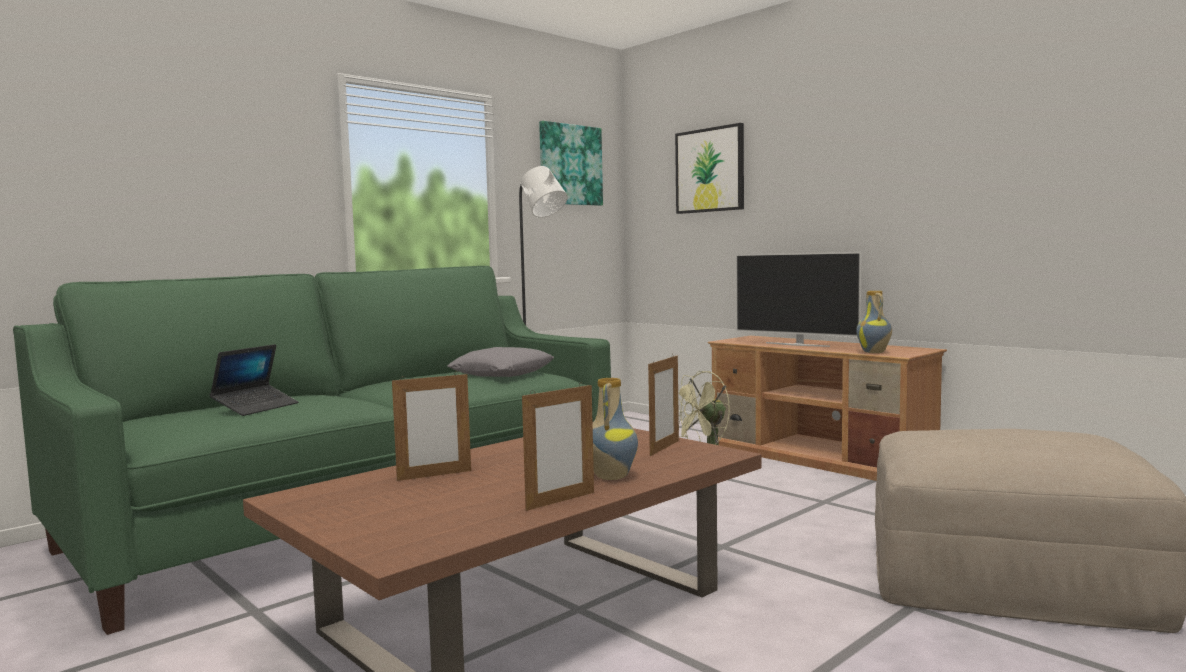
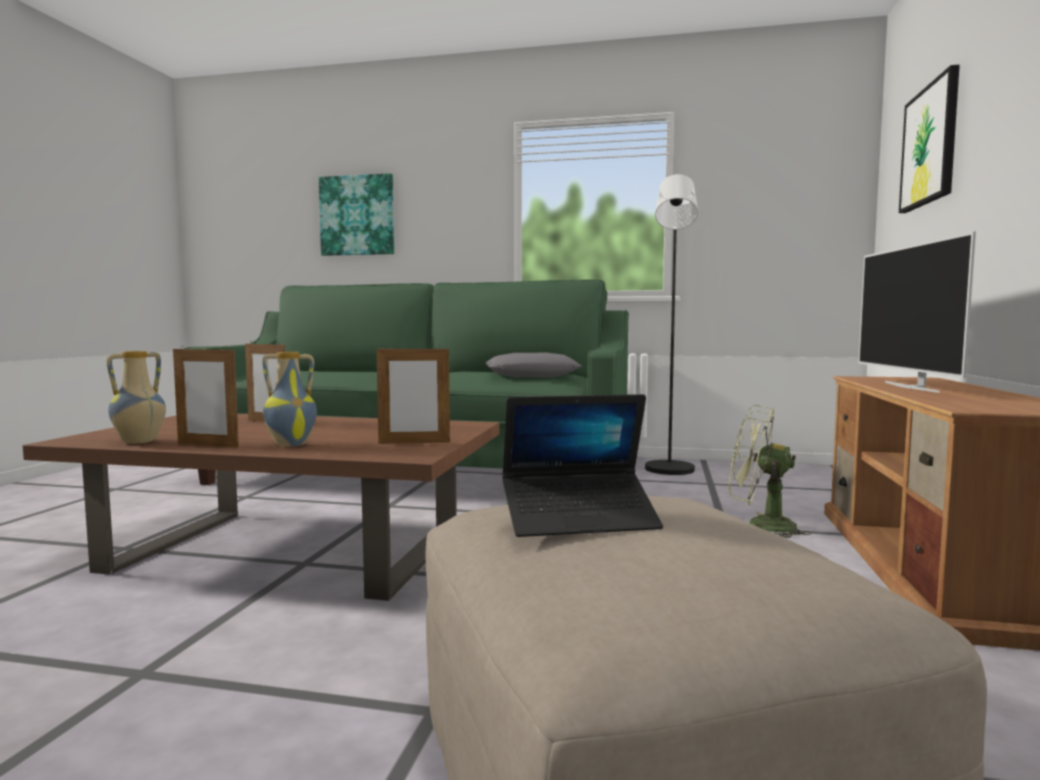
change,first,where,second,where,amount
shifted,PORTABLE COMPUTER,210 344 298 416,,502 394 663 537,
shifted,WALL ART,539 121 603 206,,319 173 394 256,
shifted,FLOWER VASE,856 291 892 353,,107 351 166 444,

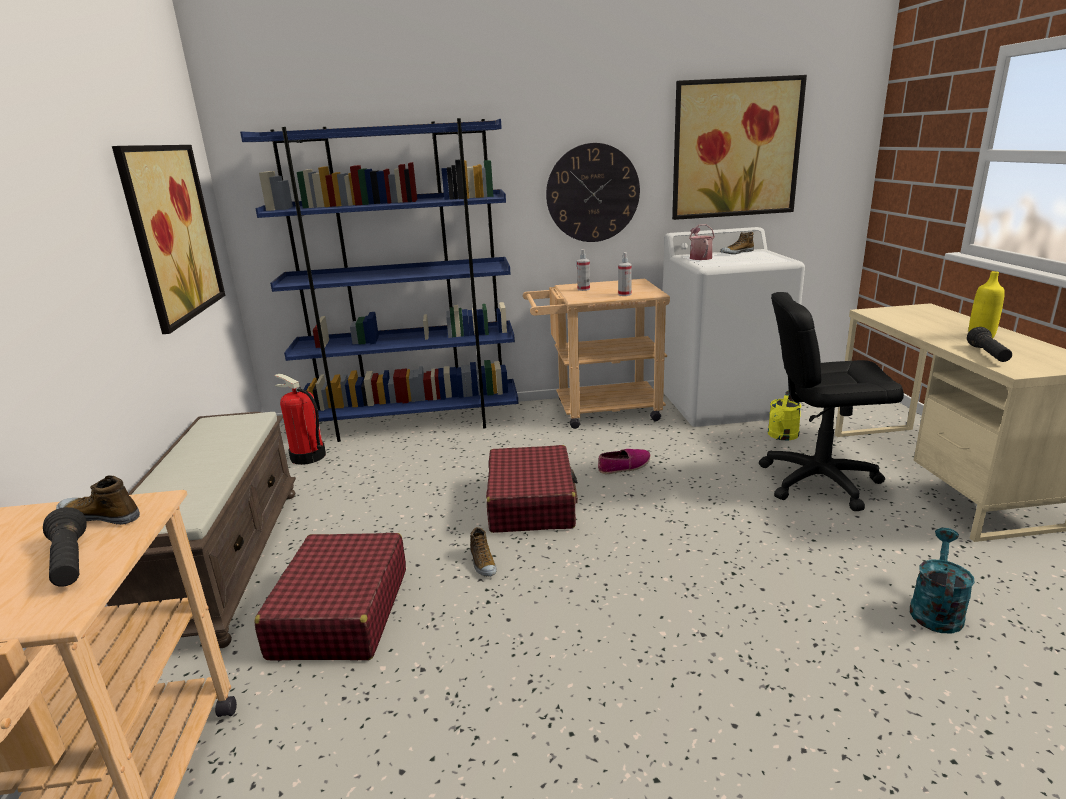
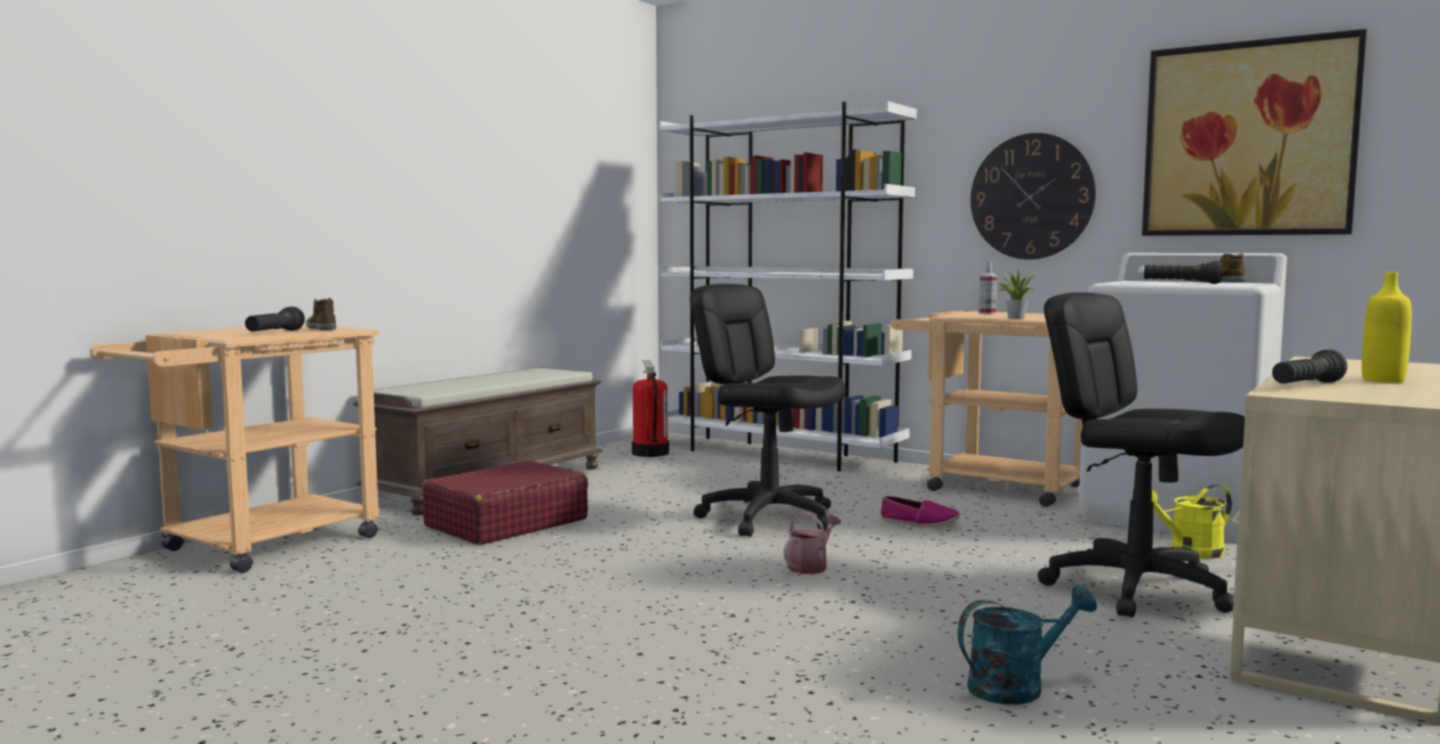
change,first,where,second,where,amount
gone,WALL ART,112 145 225 334,,,
repainted,BLUE BOOKCASE,240 118 518 442,WHITE-COLOURED BOOKCASE,659 101 917 471,
gone,LOW SHOE,470 527 497 576,,,
swapped,RED SUITCASE,486 445 578 533,BLACK-COLOURED OFFICE CHAIR,690 284 846 537,
swapped,SPRAYER,618 252 632 296,POTTED PLANT,995 270 1041 319,
shifted,WATERING POT,689 224 715 260,,783 512 841 574,
new,,,BLACK-COLOURED TORCH,1144 261 1222 284,

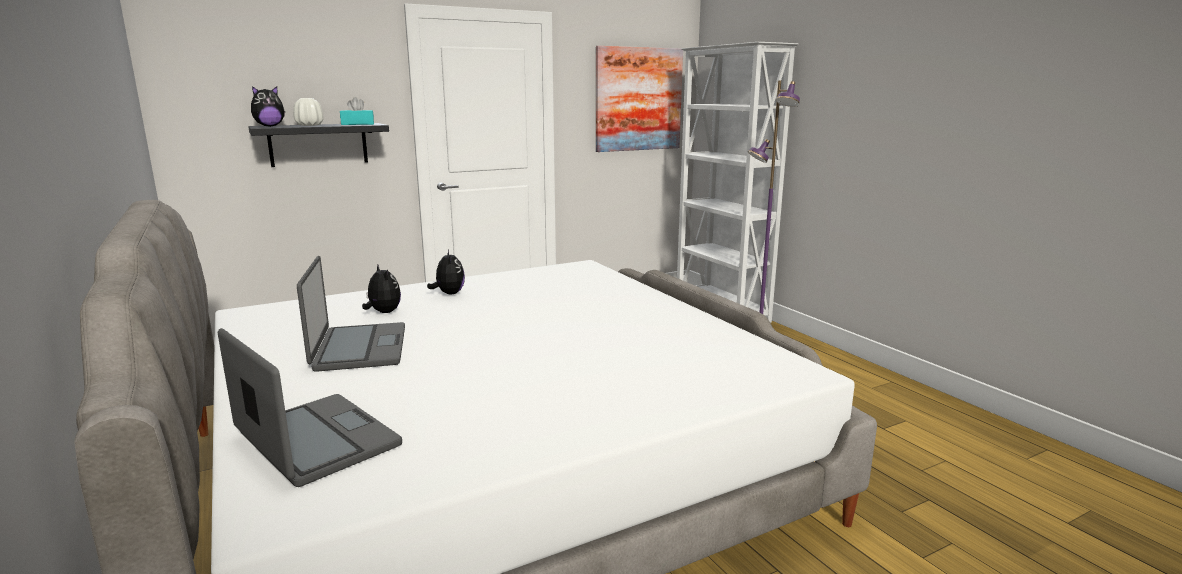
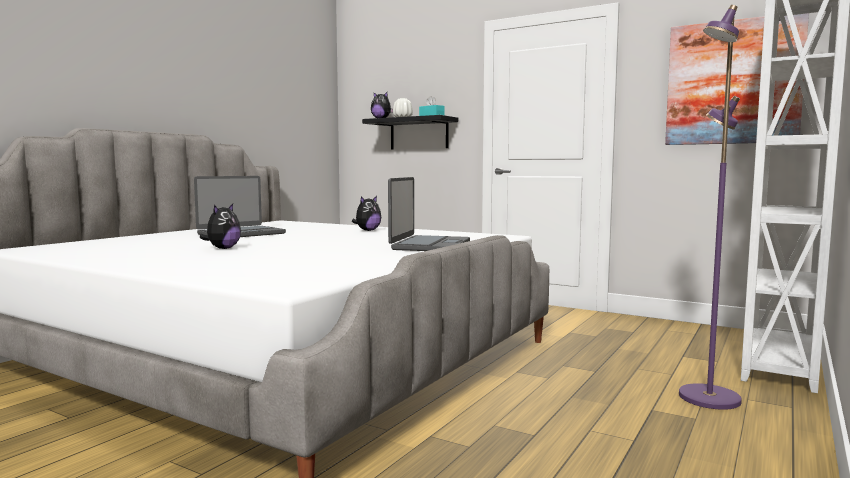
change,first,where,second,where,amount
shifted,PORTABLE COMPUTER,218 328 402 487,,388 177 470 251,
shifted,PLUSH TOY,362 265 401 313,,199 204 241 249,

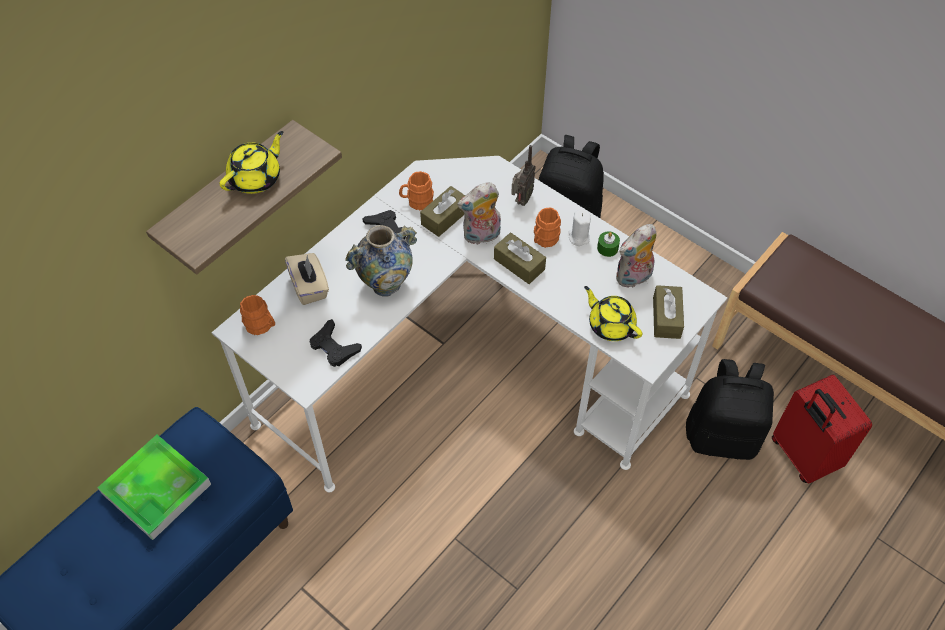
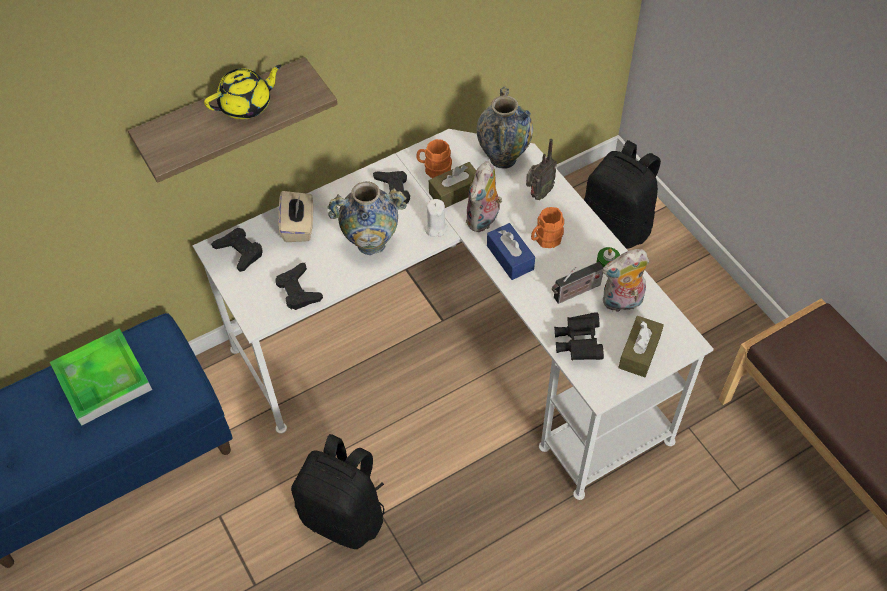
change,first,where,second,where,amount
swapped,ORANGE MUG,240 295 275 335,BLACK-COLOURED JOYPAD,211 228 263 272,
rotated,PLUSH TOY,457 182 501 245,,466 161 502 232,60 degrees counterclockwise
repainted,BROWNISH TISSUE HOLDER,494 233 546 284,BLUE TISSUE HOLDER,487 223 535 280,
shifted,WHITE-COLOURED WAX LIGHT,568 209 591 246,,425 199 447 237,
swapped,YELLOW POT FOR TEA,584 286 642 341,BLACK-COLOURED PAIR OF BINOCULARS,554 312 604 360,
shifted,BLACK-COLOURED BACKPACK,686 359 774 460,,291 434 384 549,
gone,RED SUITCASE,772 374 872 483,,,
new,,,FLOWER VASE,477 86 533 169,
new,,,RADIO RECEIVER,552 262 604 304,

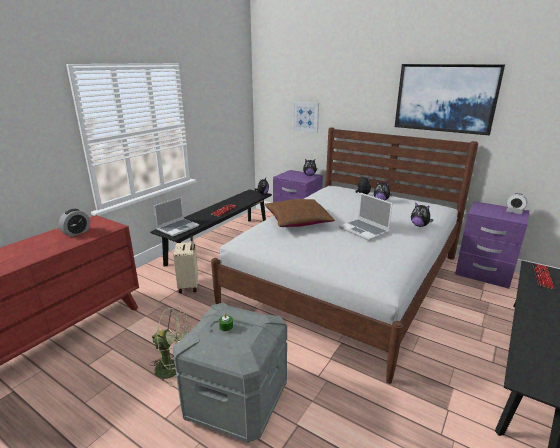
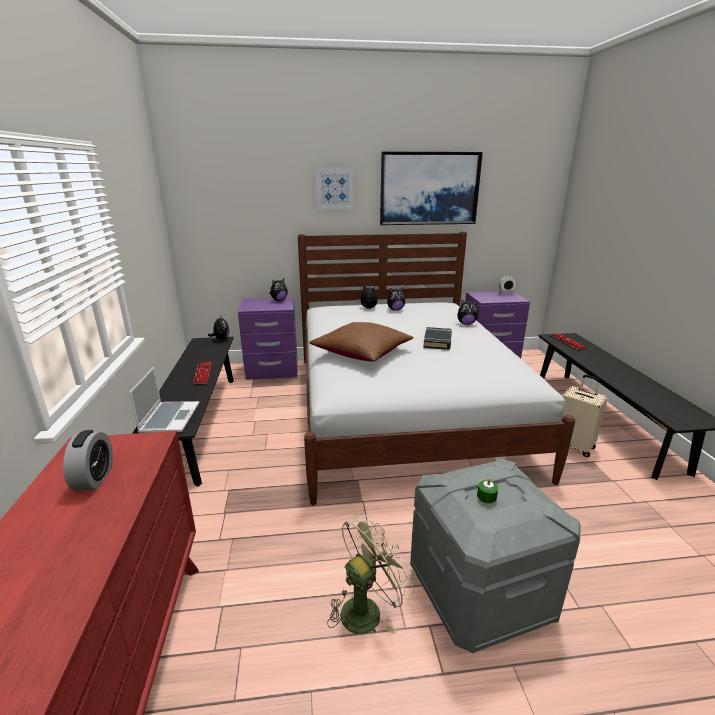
change,first,where,second,where,amount
shifted,BEIGE SUITCASE,173 234 198 293,,561 375 608 457,
shifted,WALL ART,293 102 319 133,,315 168 354 209,
swapped,PORTABLE COMPUTER,339 193 393 241,BLACK-COLOURED VOLUME,423 327 452 350,

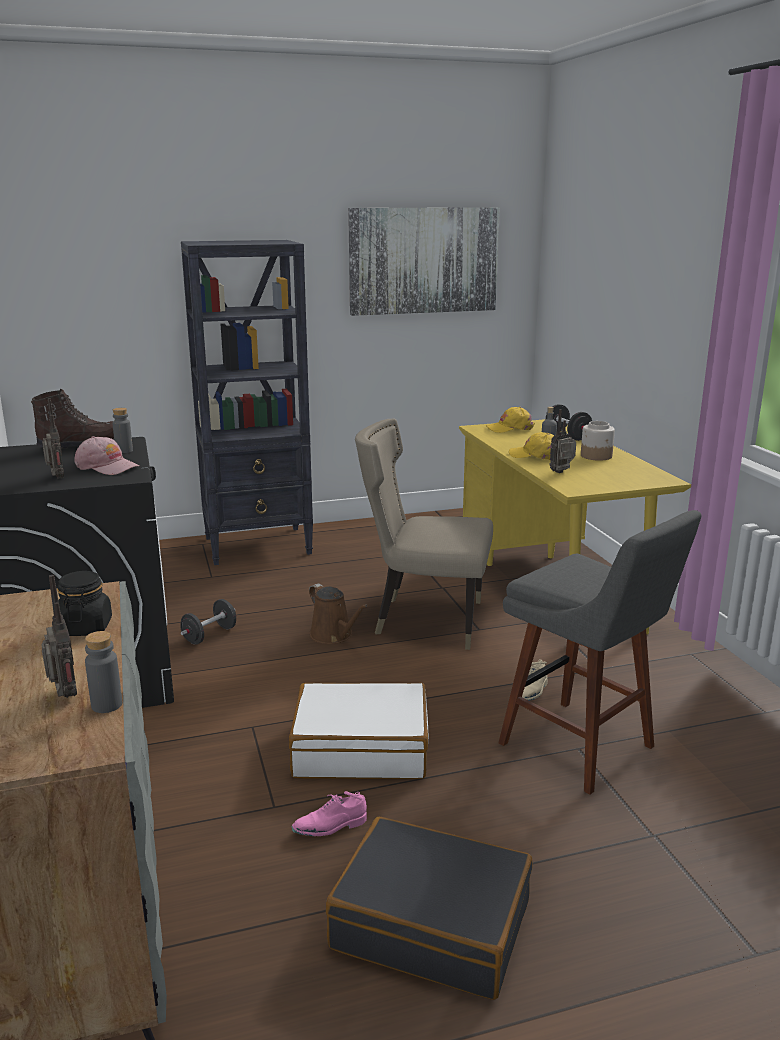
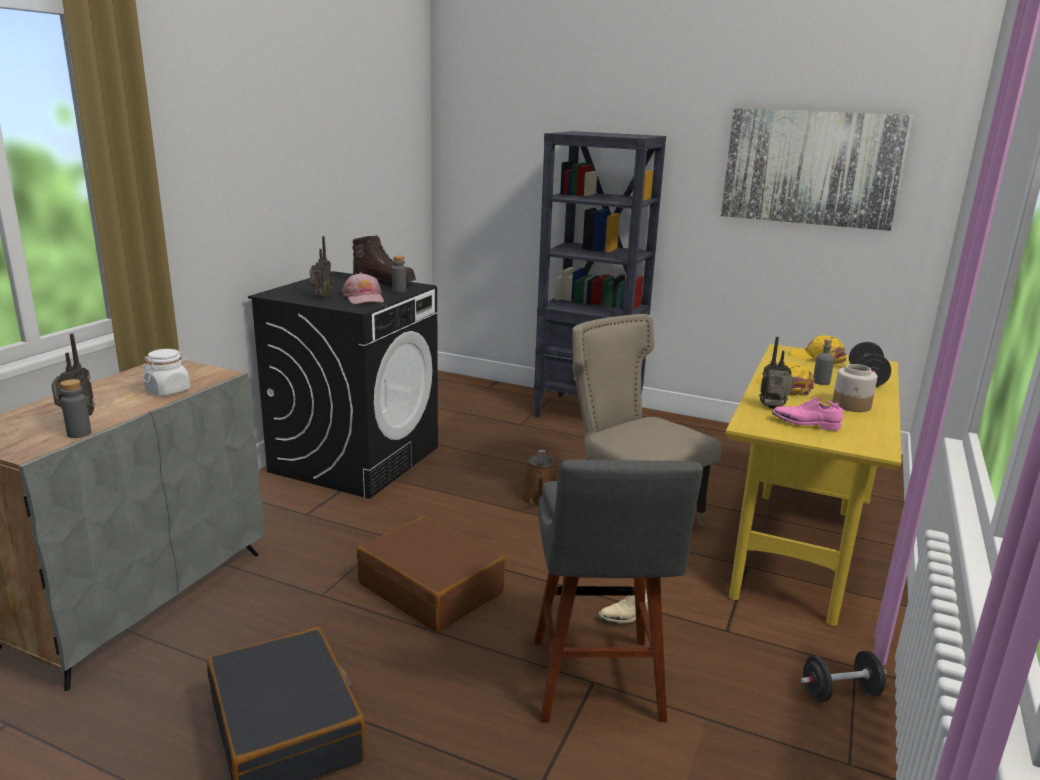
change,first,where,second,where,amount
repainted,BLACK-COLOURED JAR,57 571 112 636,WHITE-COLOURED JAR,143 349 190 396,
shifted,BLACK-COLOURED FREE WEIGHT,180 599 236 645,,801 651 887 702,
repainted,WHITE-COLOURED SUITCASE,289 683 428 779,BROWNISH SUITCASE,357 516 506 632,
shifted,PINK-COLOURED LOW SHOE,292 791 367 836,,772 397 843 431,

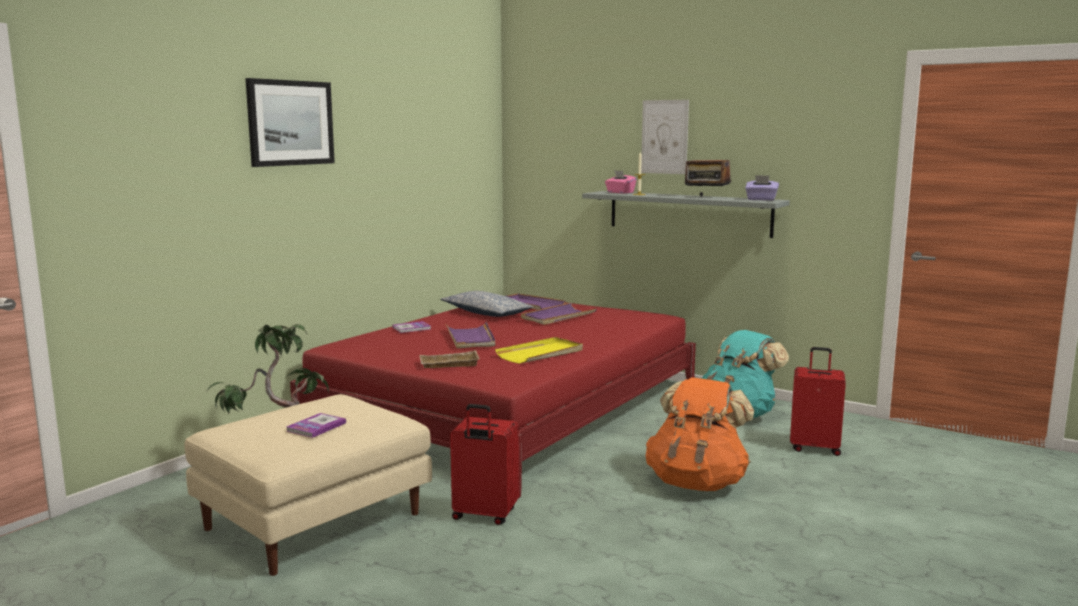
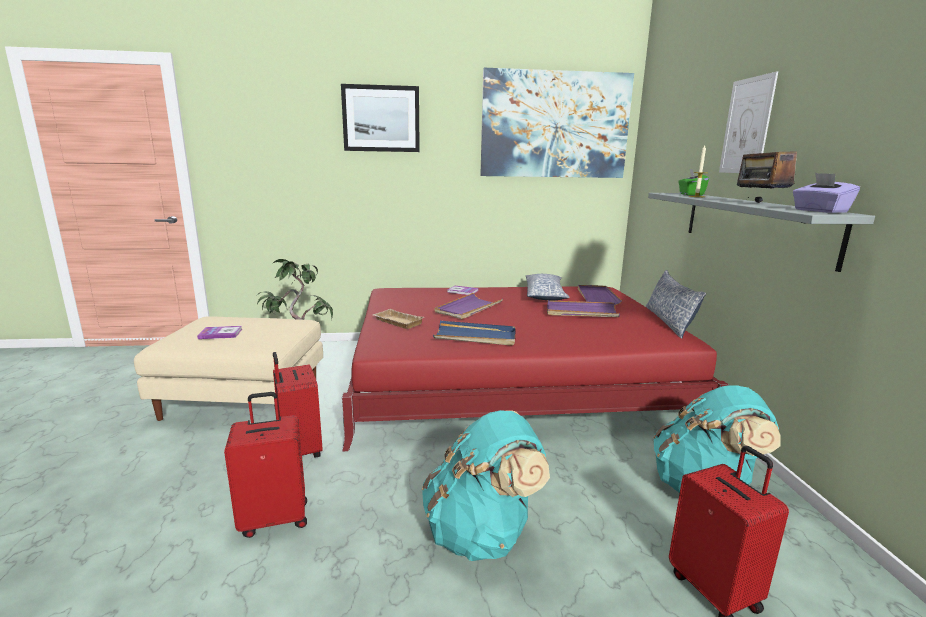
change,first,where,second,where,amount
repainted,YELLOW TRAY,495 337 583 364,BLUE TRAY,433 321 515 346,
repainted,PINK-COLOURED TISSUE HOLDER,605 170 637 193,GREEN TISSUE HOLDER,678 169 709 195,
repainted,ORANGE BACKPACK,646 377 754 491,TURQUOISE-COLOURED BACKPACK,422 410 550 561,
new,,,RED SUITCASE,224 392 307 538,
new,,,WALL ART,480 68 634 178,
new,,,CUSHION,645 270 706 338,

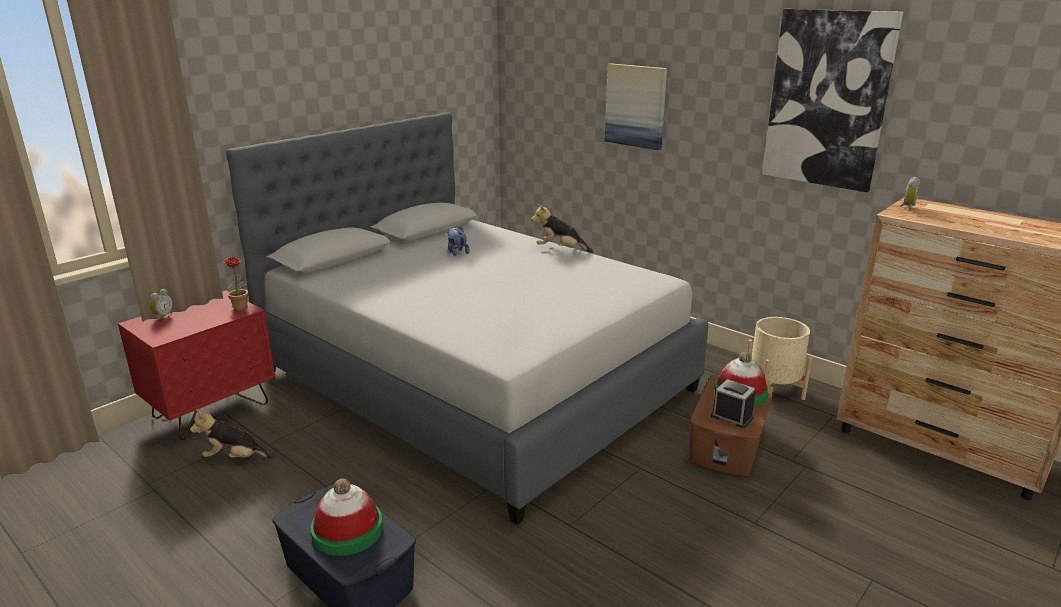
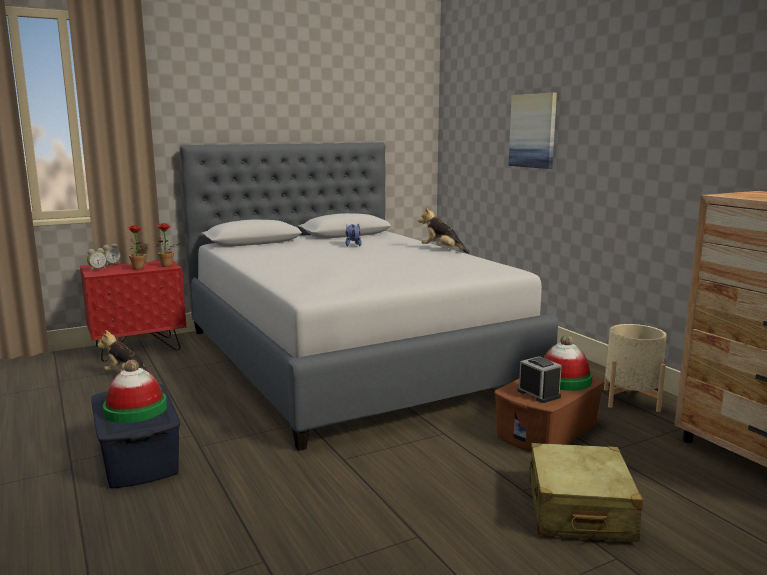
change,first,where,second,where,amount
gone,WALL ART,762 9 903 192,,,
shifted,BEDSIDE CLOCK,900 177 920 210,,87 248 107 271,
new,,,POTTED PLANT,128 225 148 270,
new,,,BEIGE SUITCASE,528 443 643 542,

